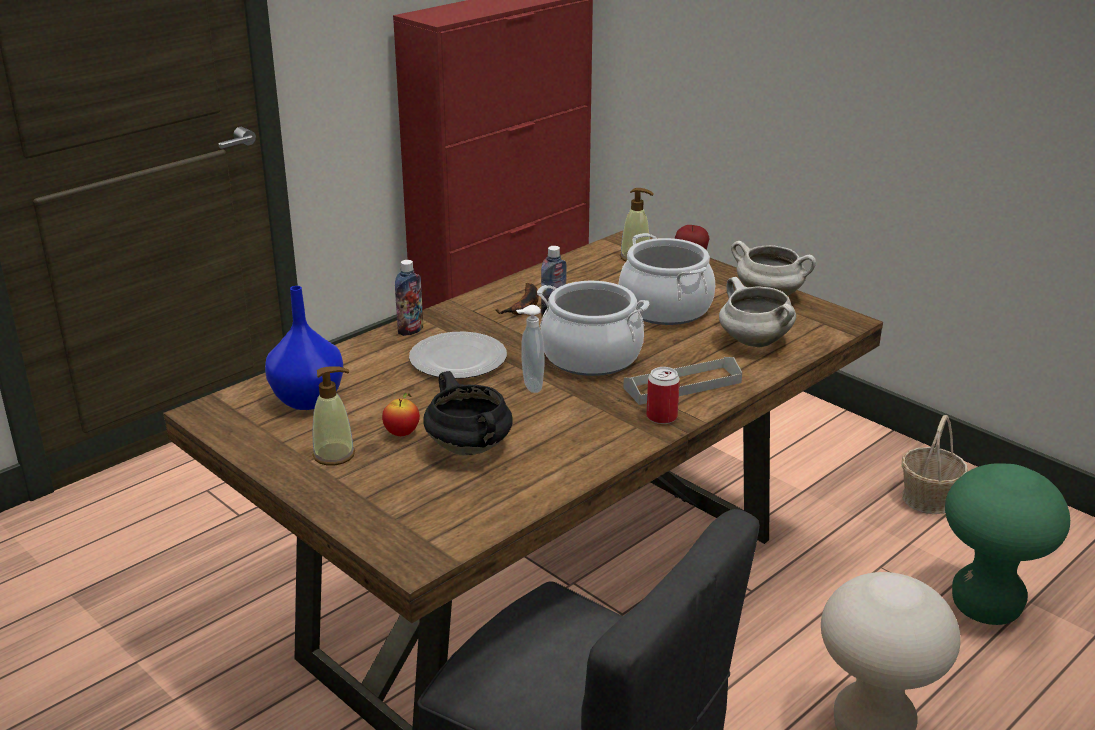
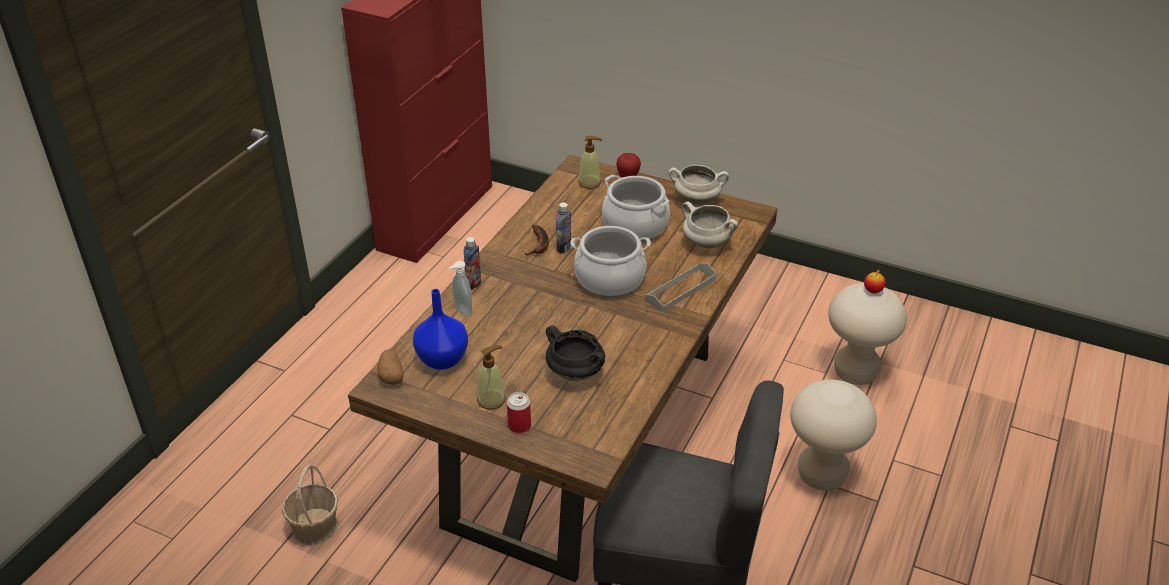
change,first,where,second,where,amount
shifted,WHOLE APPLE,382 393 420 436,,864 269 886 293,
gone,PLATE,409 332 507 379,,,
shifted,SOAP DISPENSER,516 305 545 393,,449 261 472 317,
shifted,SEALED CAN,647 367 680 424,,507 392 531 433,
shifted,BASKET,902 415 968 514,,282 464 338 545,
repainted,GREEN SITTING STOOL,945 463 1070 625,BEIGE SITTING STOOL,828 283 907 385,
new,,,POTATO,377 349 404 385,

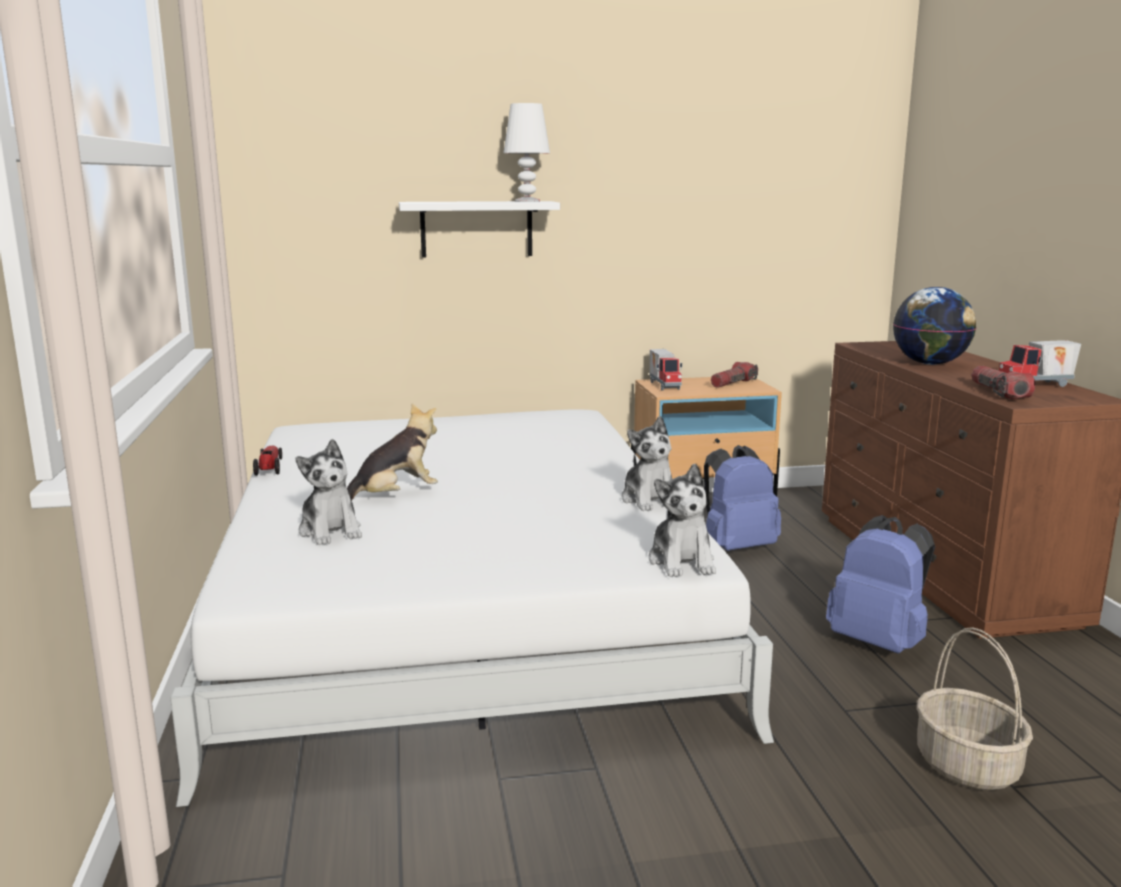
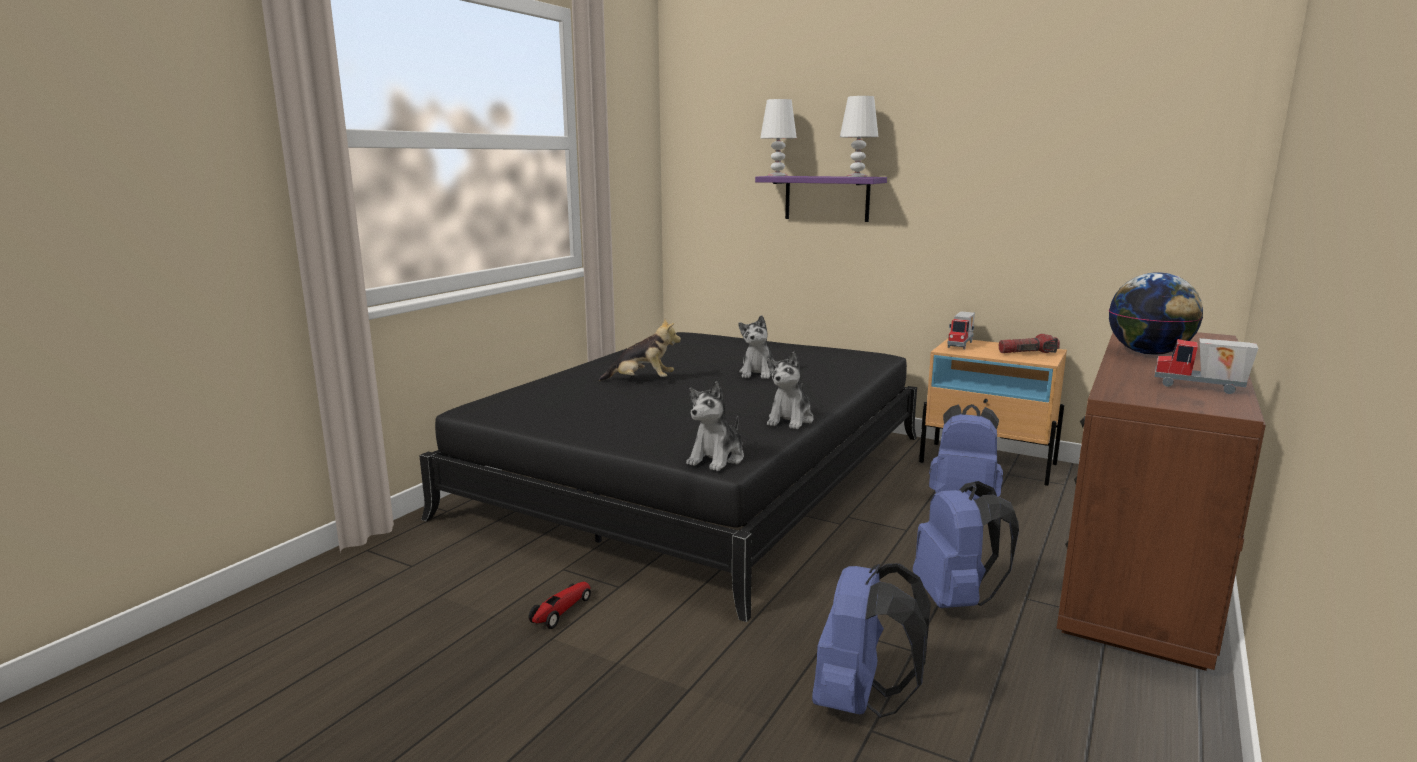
change,first,where,second,where,amount
repainted,WHITE-COLOURED BEDROOM BED,170 409 774 807,BLACK-COLOURED BEDROOM BED,419 332 917 622,
shifted,MINIATURE CAR,253 446 282 476,,529 582 591 629,
shifted,PLUSH TOY,295 439 362 545,,738 315 774 379,
repainted,WHITE-COLOURED BRACKET SHELF,399 201 560 258,PURPLE BRACKET SHELF,755 176 887 222,
swapped,BASKET,917 627 1033 790,BLUE BACKPACK,812 563 931 718,
gone,TORCH,971 366 1035 399,,,
new,,,WHITE-COLOURED TABLETOP LAMP,760 99 797 176,

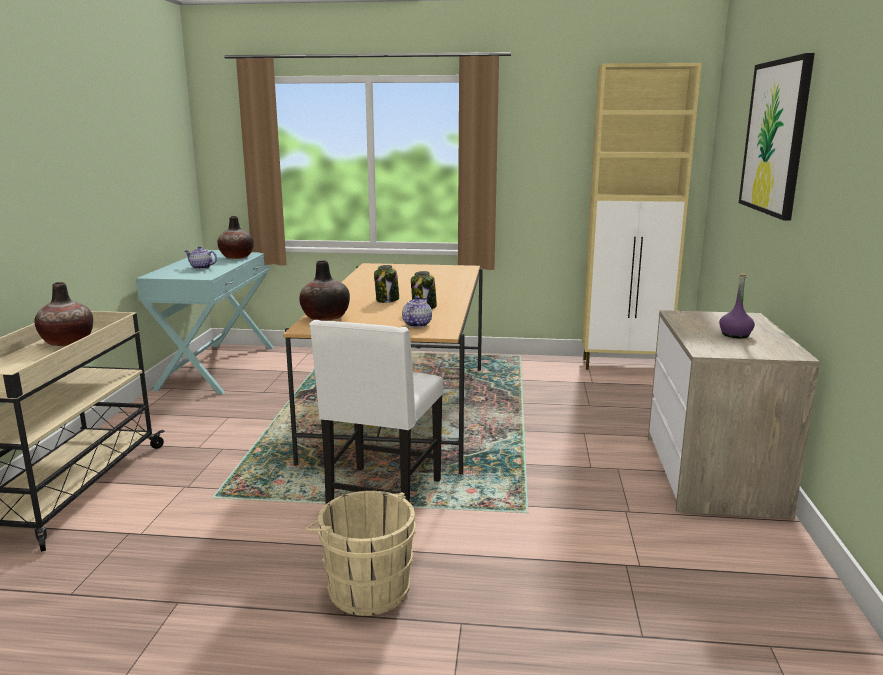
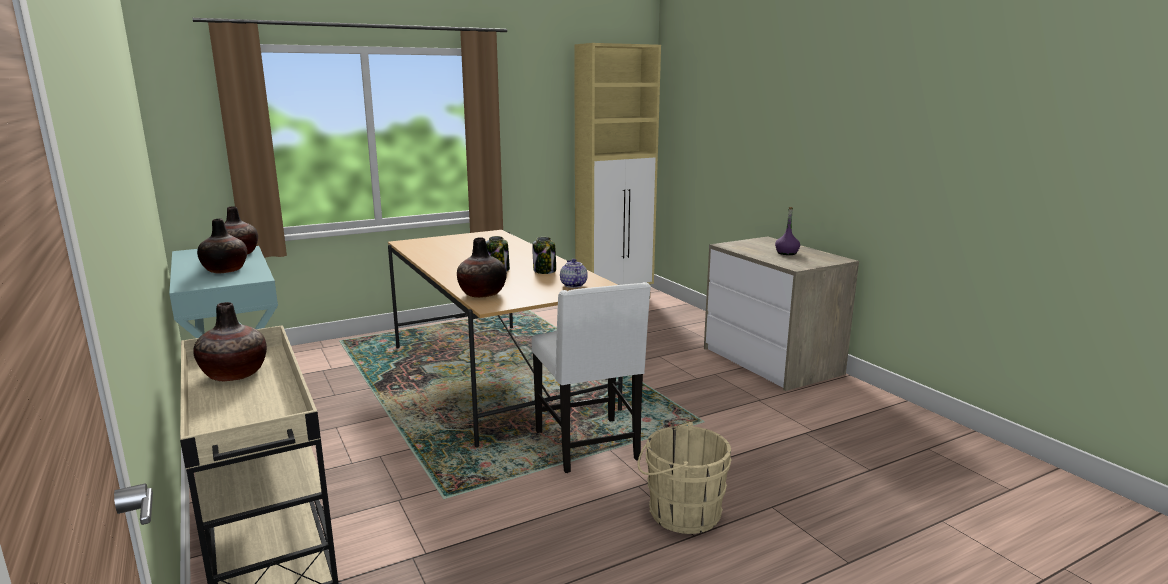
change,first,where,second,where,amount
swapped,POT FOR TEA,185 246 217 269,FLOWER VASE,197 219 247 274,
gone,WALL ART,739 53 815 220,,,

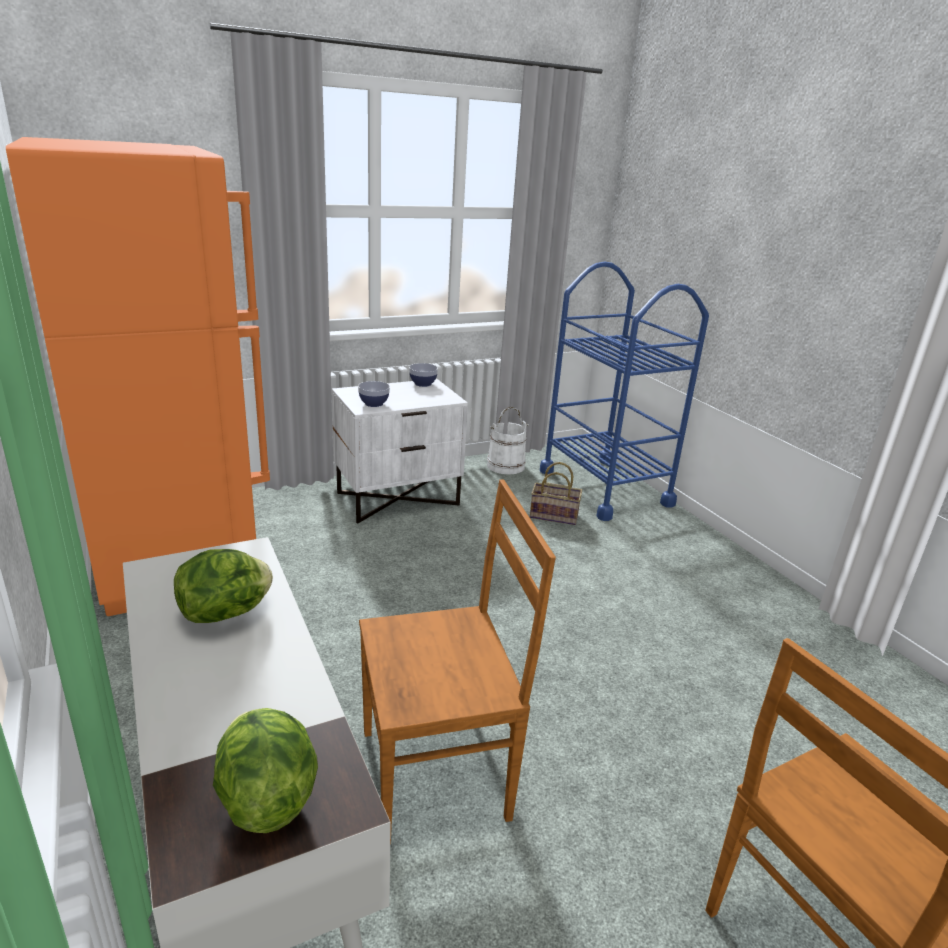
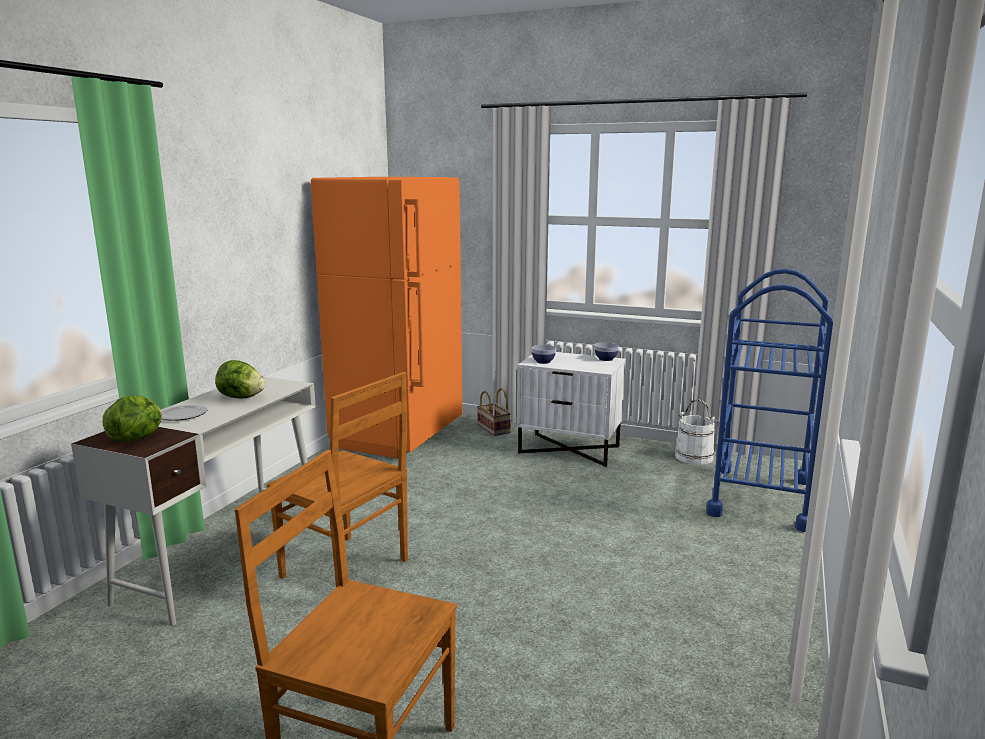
change,first,where,second,where,amount
shifted,BASKET,530 462 582 525,,477 388 511 436,
new,,,PLATE,161 404 207 421,

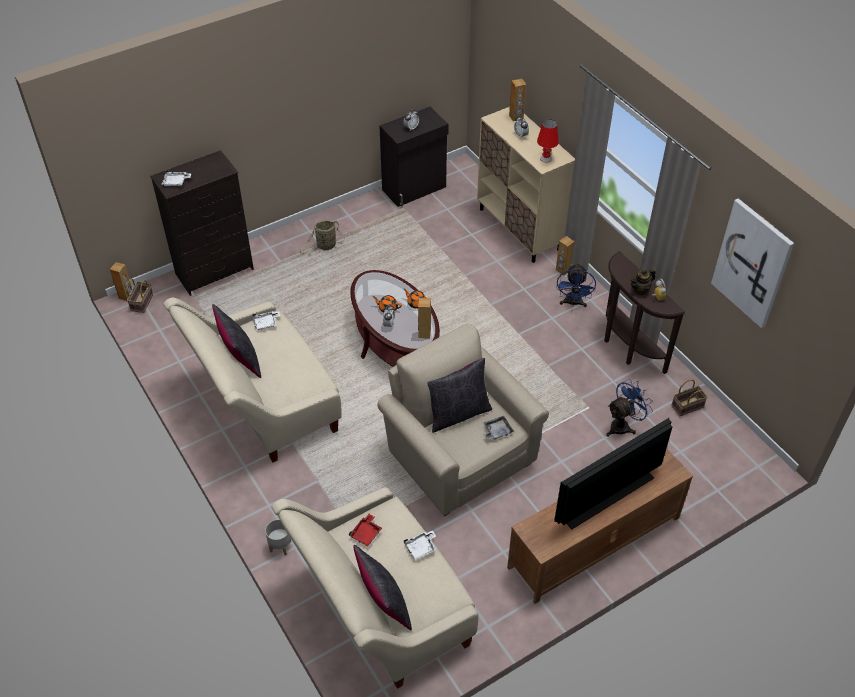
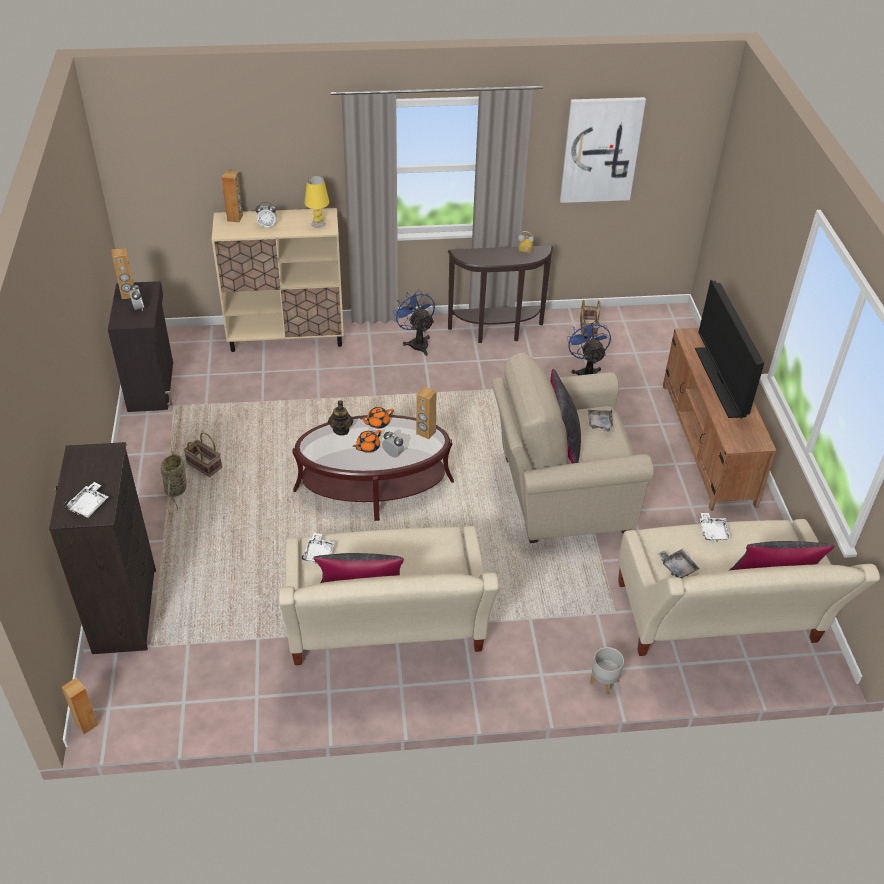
change,first,where,second,where,amount
shifted,BASKET,127 278 153 313,,184 432 222 477,
repainted,RED TRAY,349 514 382 546,GRAY TRAY,658 549 700 579,
repainted,RED TABLETOP LAMP,537 119 559 163,YELLOW TABLETOP LAMP,304 176 329 228,
shifted,BROWNISH SPEAKER,556 236 575 276,,112 248 134 299,
rotated,BLUE FAN,557 263 596 307,,393 289 435 356,150 degrees counterclockwise
shifted,POT FOR TEA,630 269 656 295,,328 400 353 436,

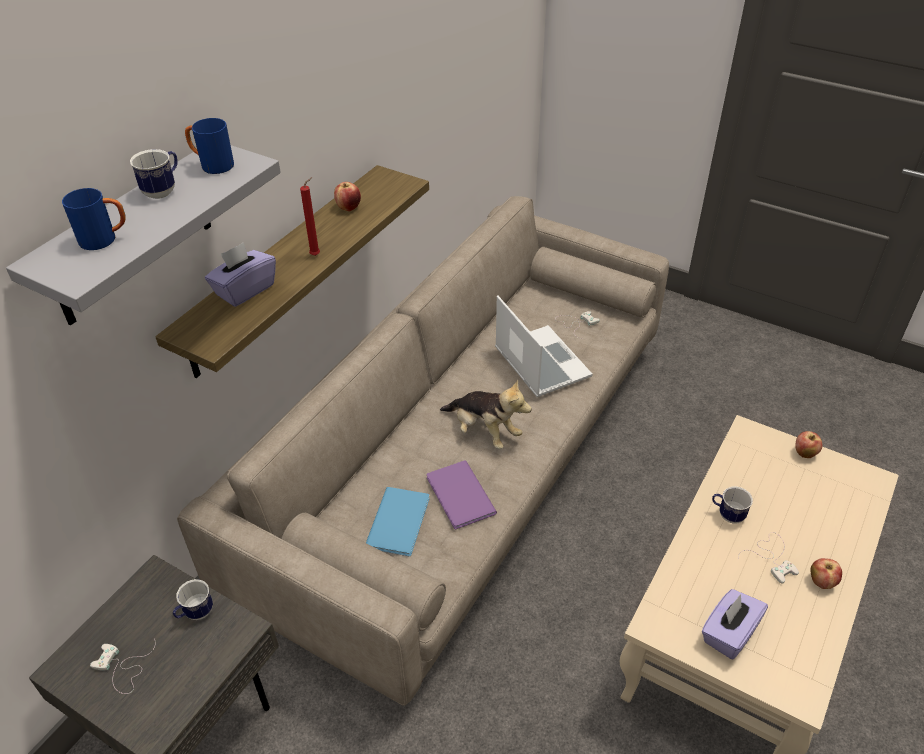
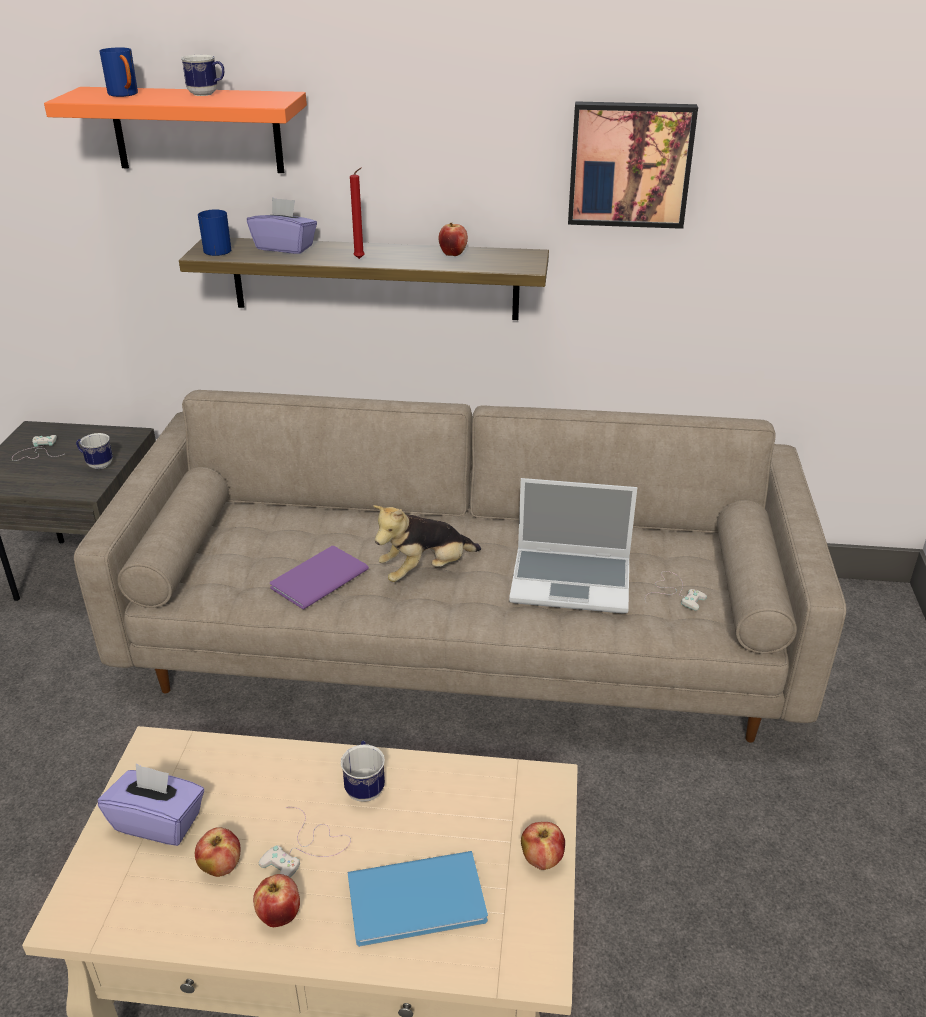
change,first,where,second,where,amount
repainted,GRAY BRACKET SHELF,6 145 281 325,ORANGE BRACKET SHELF,44 87 307 173,
shifted,BLUE MUG,185 118 234 174,,198 209 231 256,
shifted,BLUE VOLUME,366 487 430 557,,348 851 488 947,
rotated,PLUSH TOY,440 379 532 449,,373 505 481 582,45 degrees clockwise
rotated,PORTABLE COMPUTER,495 295 593 397,,509 478 637 614,60 degrees clockwise
new,,,WHOLE APPLE,195 827 240 877,
new,,,WALL ART,568 101 698 229,

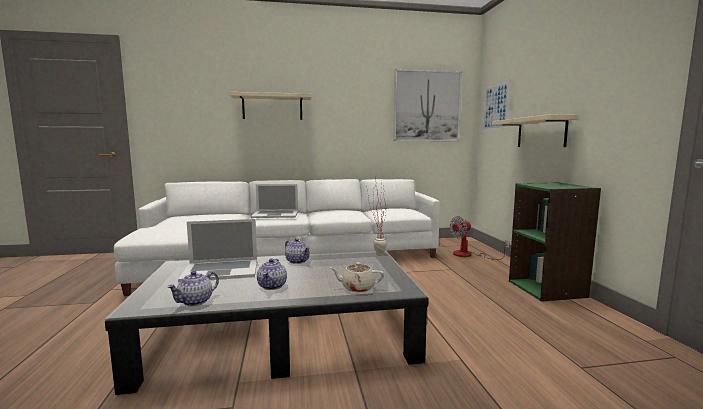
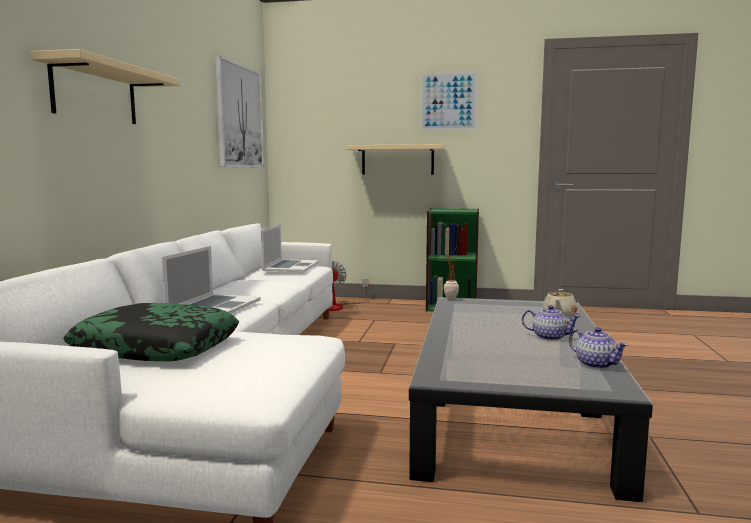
change,first,where,second,where,amount
shifted,PORTABLE COMPUTER,178 219 257 282,,261 224 319 272,
gone,POT FOR TEA,285 238 310 264,,,
shifted,WALL ART,483 81 510 130,,420 72 478 130,
new,,,CUSHION,63 303 239 362,

